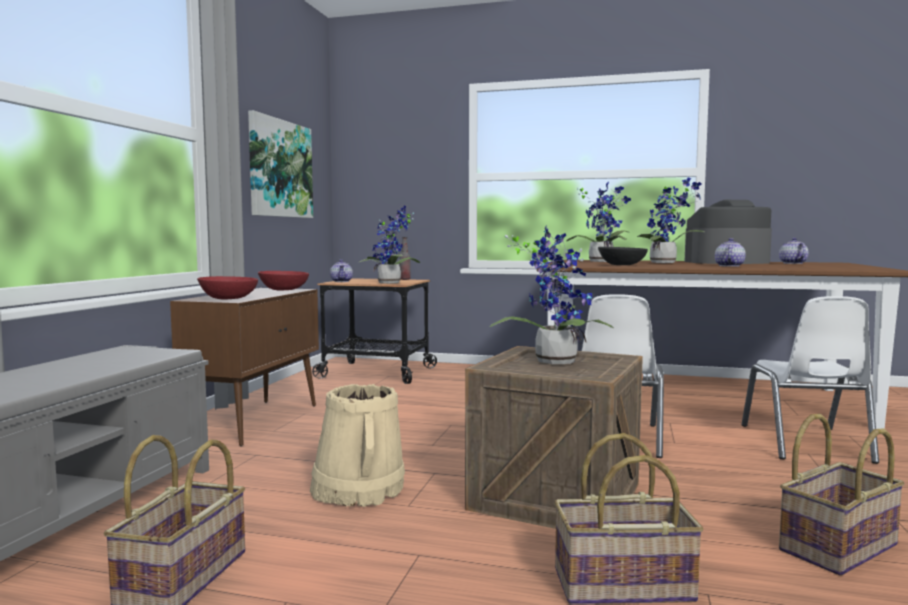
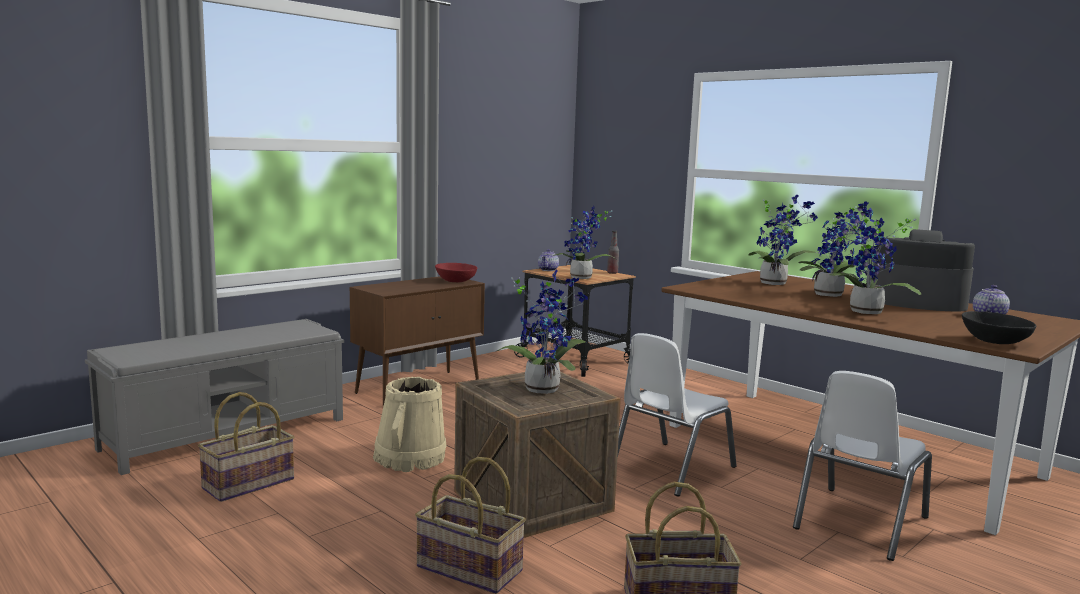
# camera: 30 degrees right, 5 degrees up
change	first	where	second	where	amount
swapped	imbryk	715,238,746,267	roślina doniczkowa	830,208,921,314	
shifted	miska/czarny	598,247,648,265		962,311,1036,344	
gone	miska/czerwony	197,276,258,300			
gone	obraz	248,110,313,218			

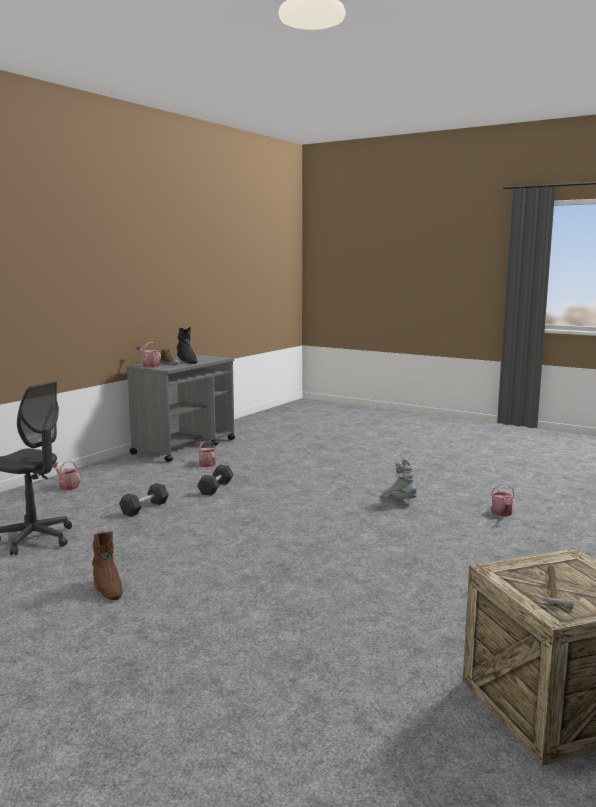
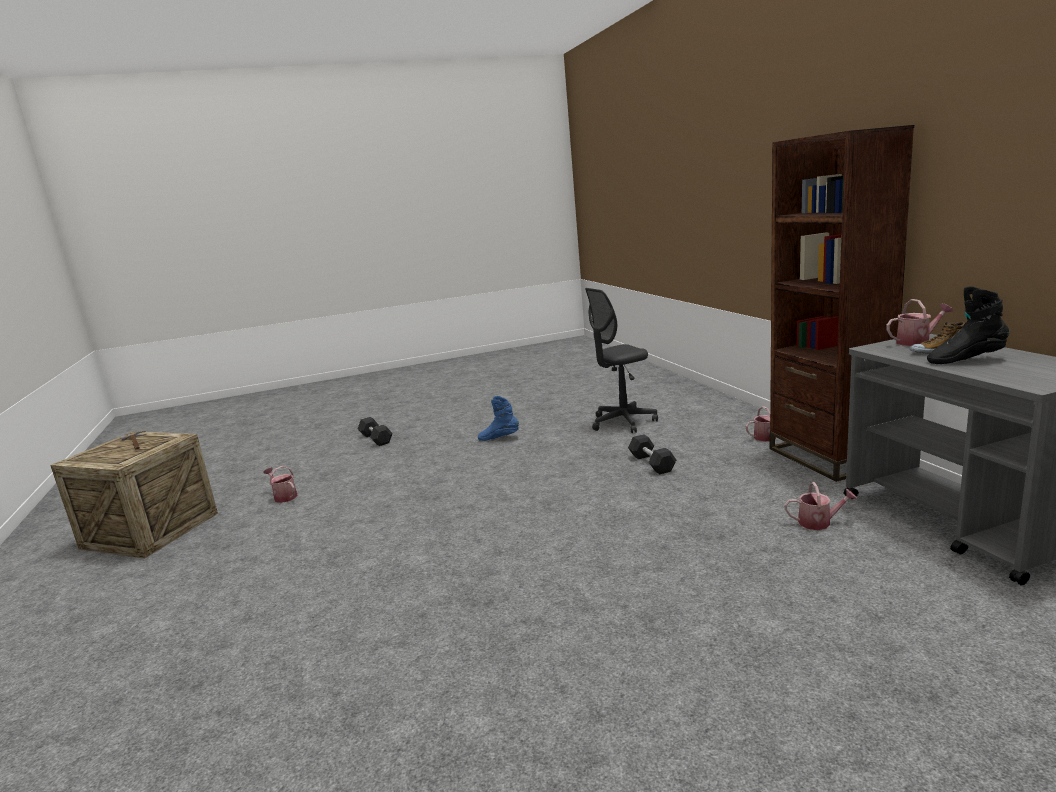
# camera: 130 degrees right, 5 degrees up
change	first	where	second	where	amount
shifted	konewka	491,484,515,516		263,466,298,503	
shifted	hantel/szary	197,465,234,496		358,417,393,446	
repainted	but z cholewką/brązowy	92,531,122,600	but z cholewką/niebieski	478,396,519,441	
new			regał/brązowy	770,125,914,482	
gone	but z cholewką/szary	382,459,417,499			

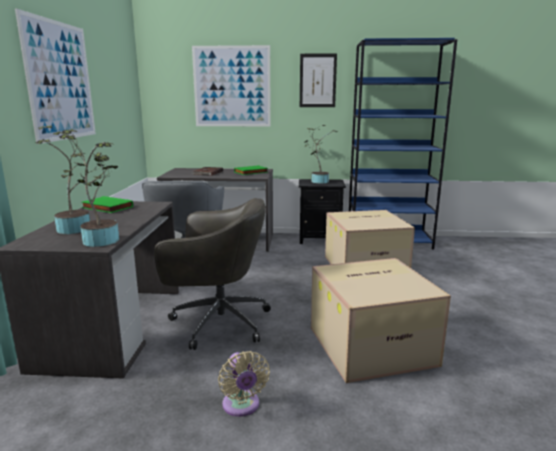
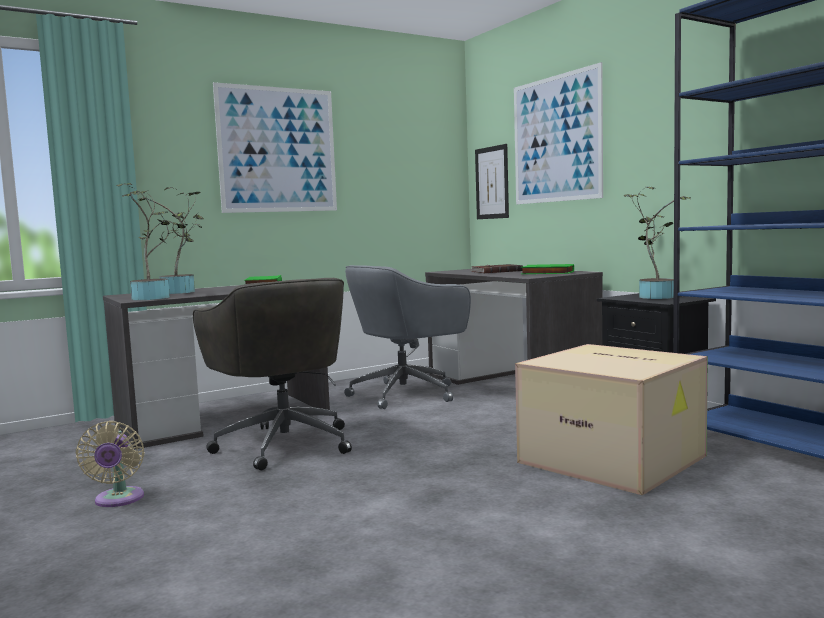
# camera: 55 degrees right, 10 degrees down
change	first	where	second	where	amount
rotated	wentylator/beżowy	218,351,270,417		75,421,144,507	45 degrees counterclockwise
shifted	obraz	300,53,337,107		475,144,509,219	
gone	karton	311,258,451,383			

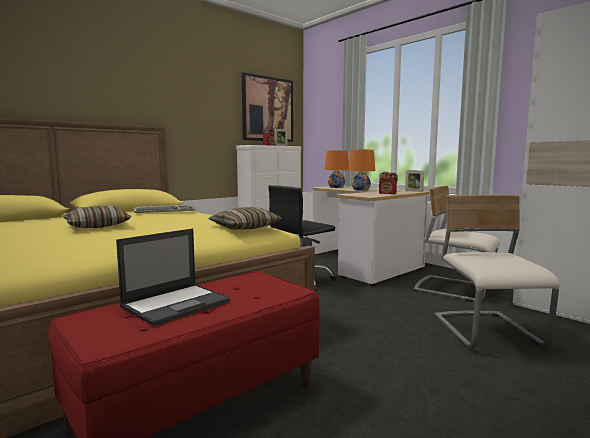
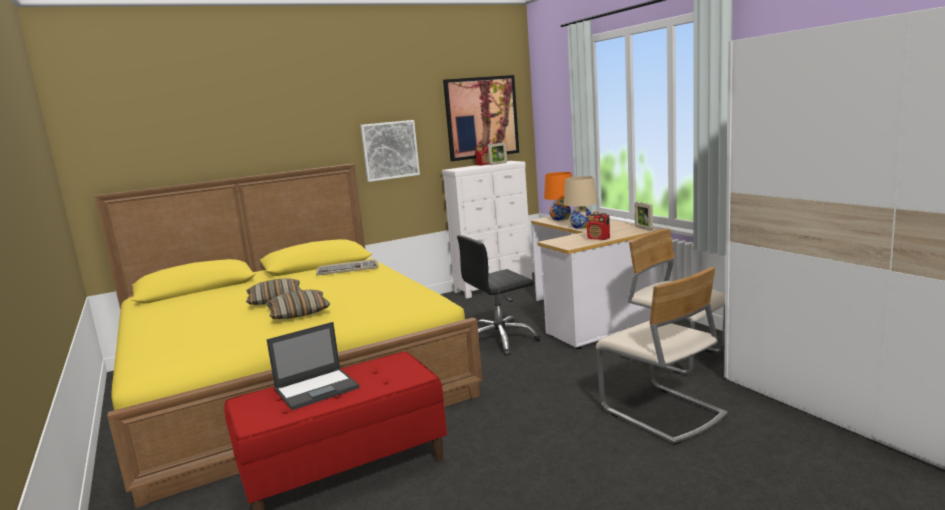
# camera: 15 degrees right, 5 degrees up
change	first	where	second	where	amount
shifted	poduszka	208,207,282,230		265,290,330,319	
new			obraz	360,120,420,182	
repainted	lampa stołowa/pomarańczowy	348,150,375,191	lampa stołowa/beżowy	564,176,598,229	
rotated	krzesło/beżowy	434,195,560,348		596,267,728,445	135 degrees clockwise

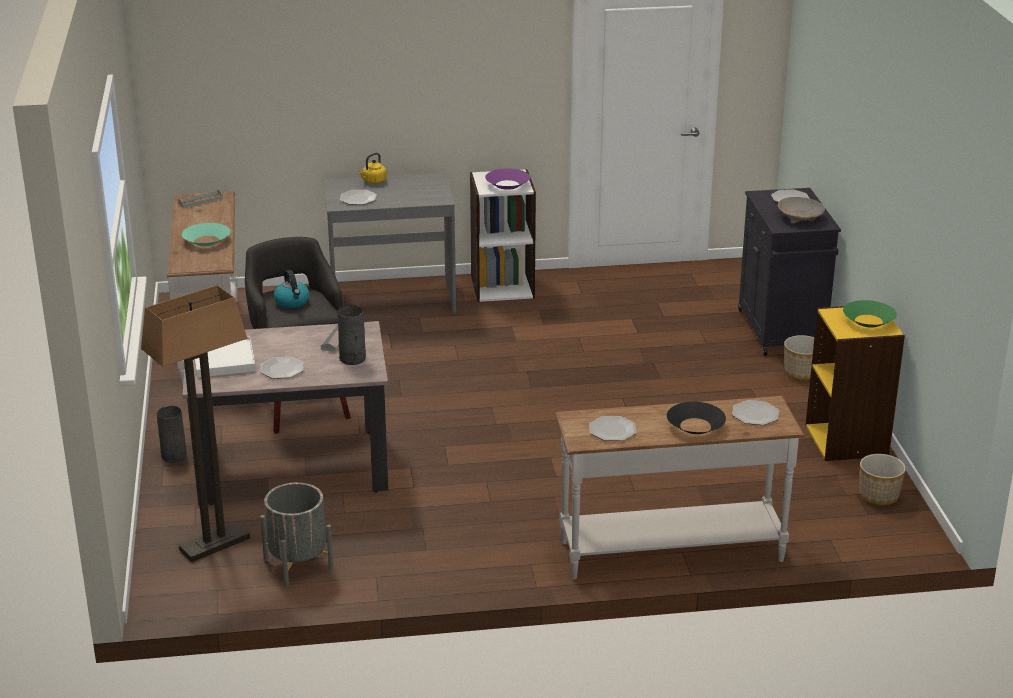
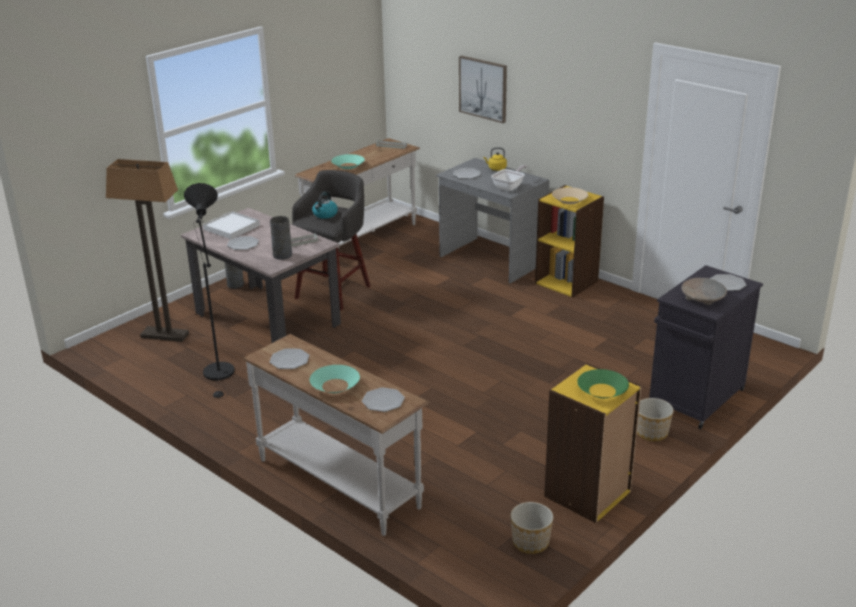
# camera: 50 degrees right, 0 degrees up
change	first	where	second	where	amount
new			lampa stojąca/czarny	184,183,235,399	
repainted	miska/czarny	667,402,726,434	miska/turkusowy	310,365,360,393	
new			obraz	459,56,507,123	
new			patelnia	491,165,527,191	
repainted	regał/biały	470,169,536,302	regał/żółty	535,185,604,297	
repainted	miska/fioletowy	485,168,530,190	miska/beżowy	552,187,588,204	
gone	donica/szary	260,482,334,586			

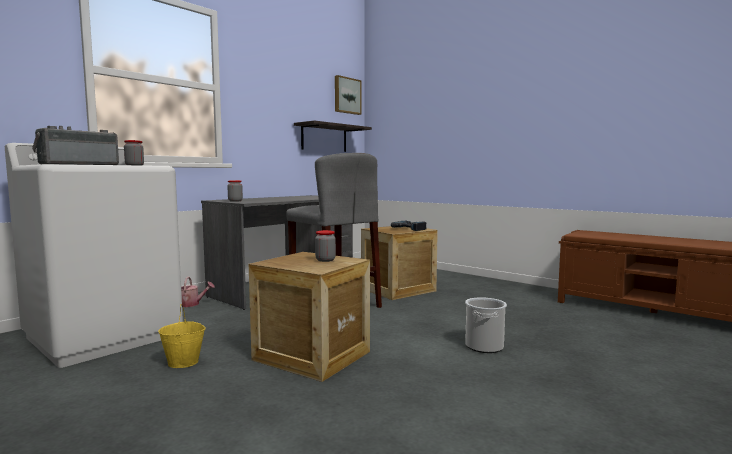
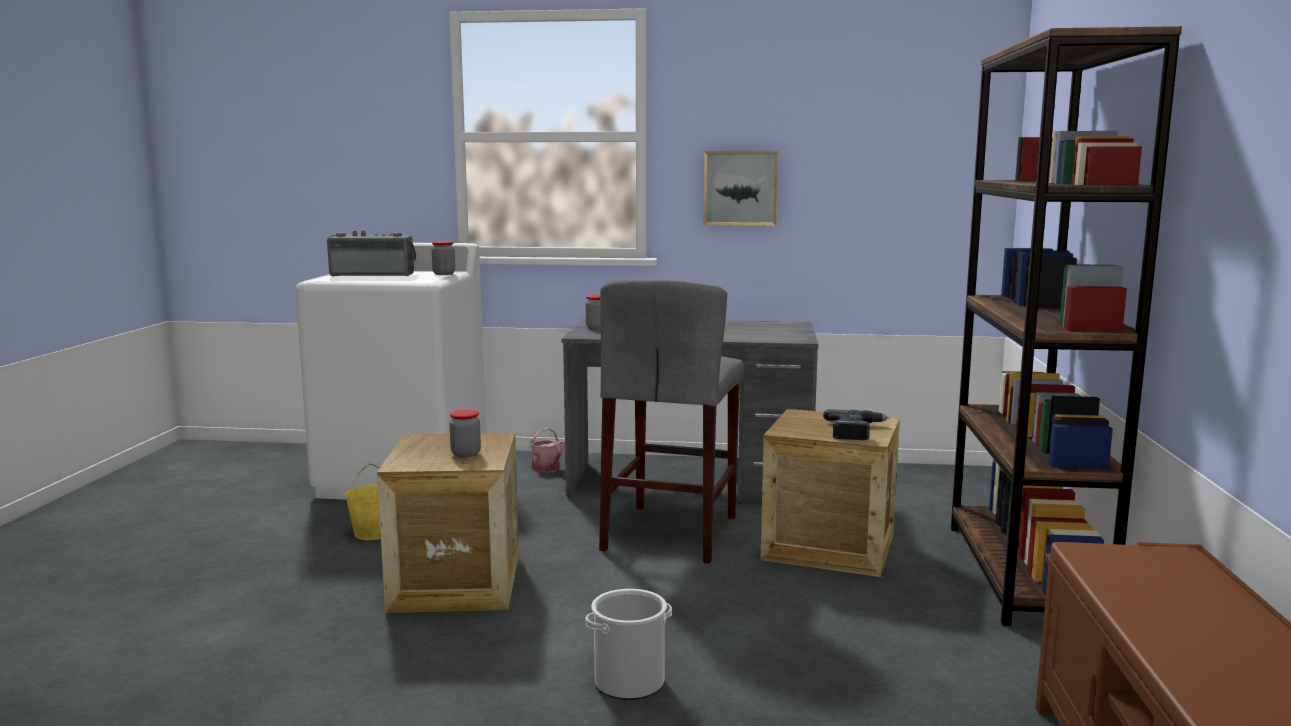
# camera: 55 degrees right, 5 degrees up
change	first	where	second	where	amount
shifted	obraz	335,75,361,115		703,151,778,226	
new			regał/brązowy	951,26,1182,626	
gone	półka	294,121,372,152			

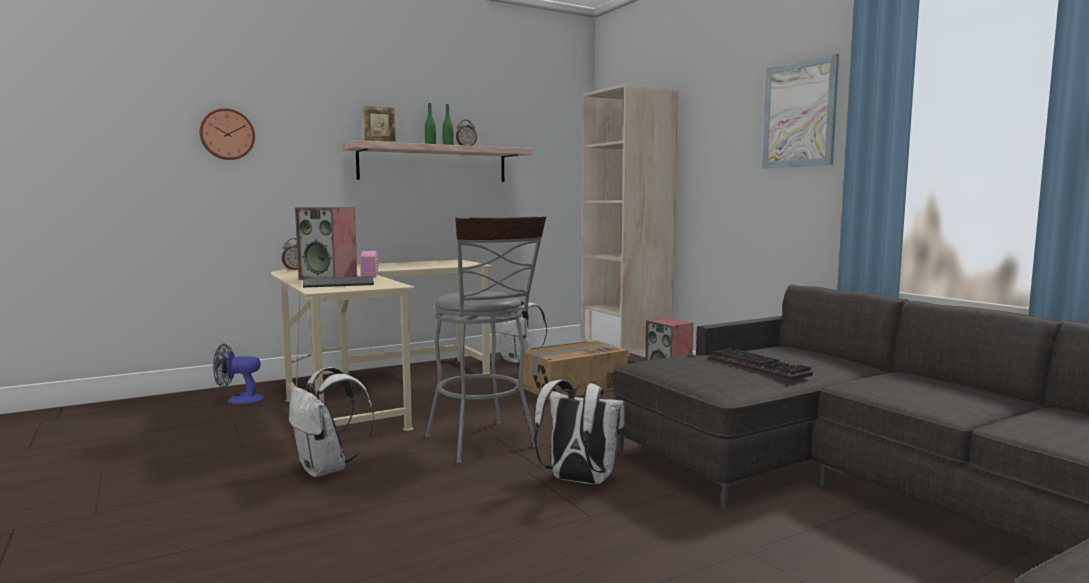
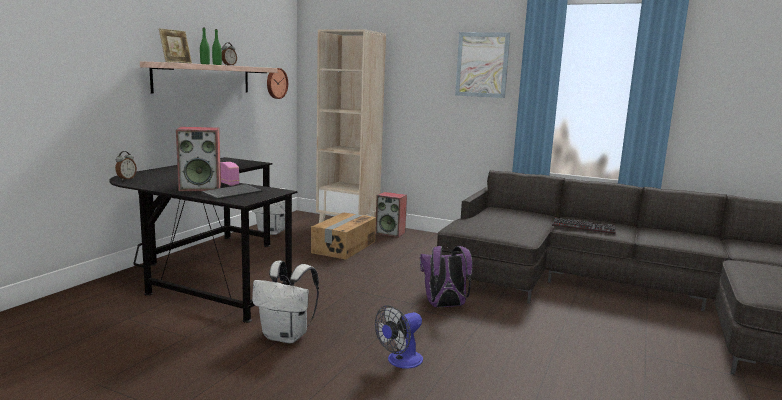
# camera: 35 degrees left, 5 degrees up
change	first	where	second	where	amount
repainted	biurko/beżowy	271,260,493,431	biurko/czarny	109,157,297,323	
shifted	zegar ścienny	199,108,255,160		267,68,288,99	
shifted	wentylator	213,344,264,404		375,305,423,369	
repainted	plecak/biały	534,380,625,484	plecak/fioletowy	420,246,473,307	
shifted	klawiatura	709,348,813,380		552,218,616,234	
gone	stołek/szary	425,216,546,464			

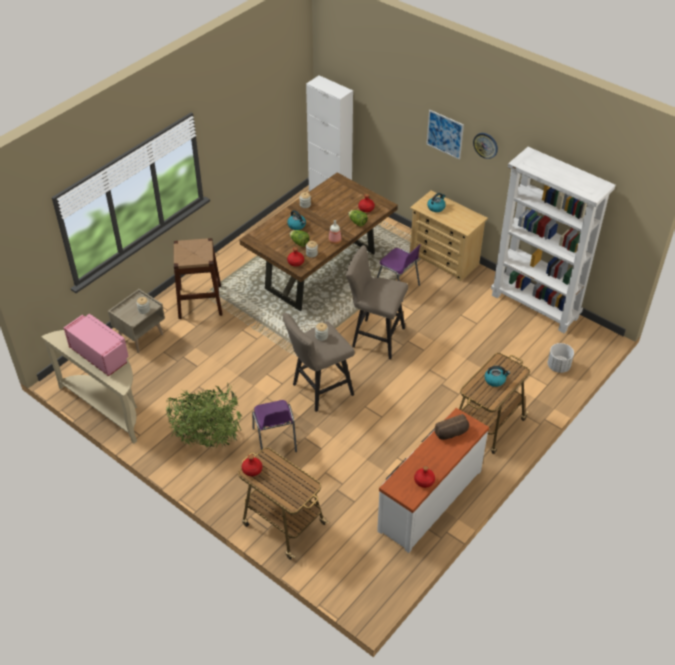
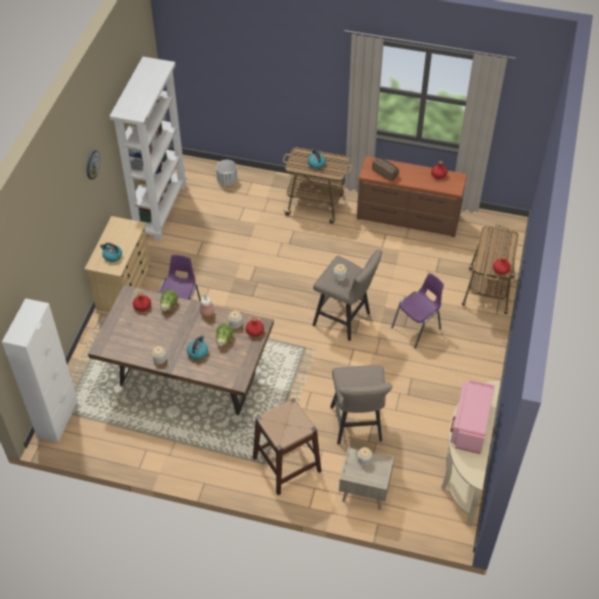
# camera: 115 degrees left, 5 degrees up
change	first	where	second	where	amount
shifted	stołek/beżowy	346,245,408,360		330,365,393,444	
repainted	komoda/biały	377,408,489,553	komoda/brązowy	357,156,467,237	
gone	roślina doniczkowa	166,382,242,449			
gone	obraz	426,110,464,160			

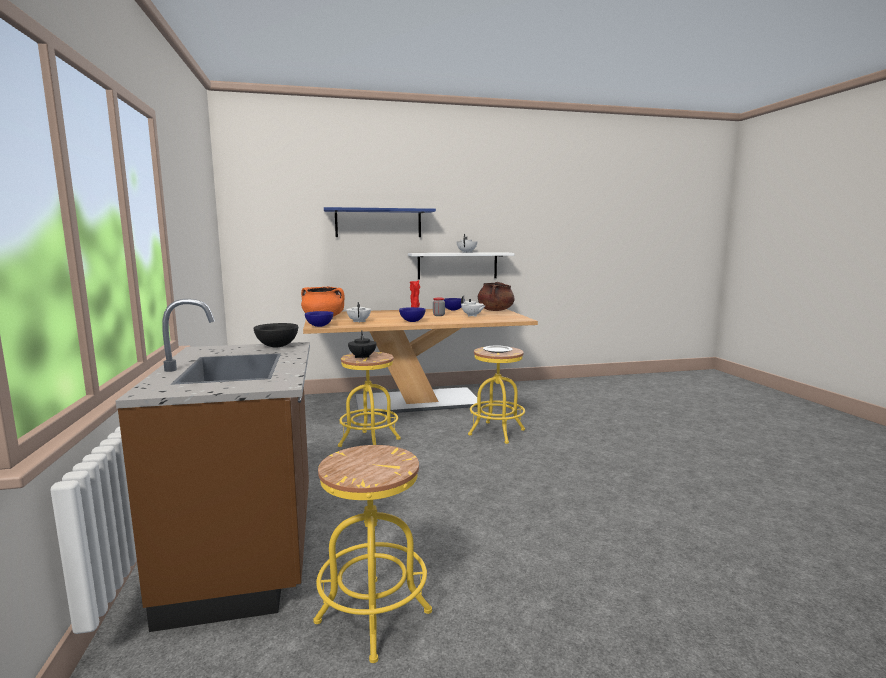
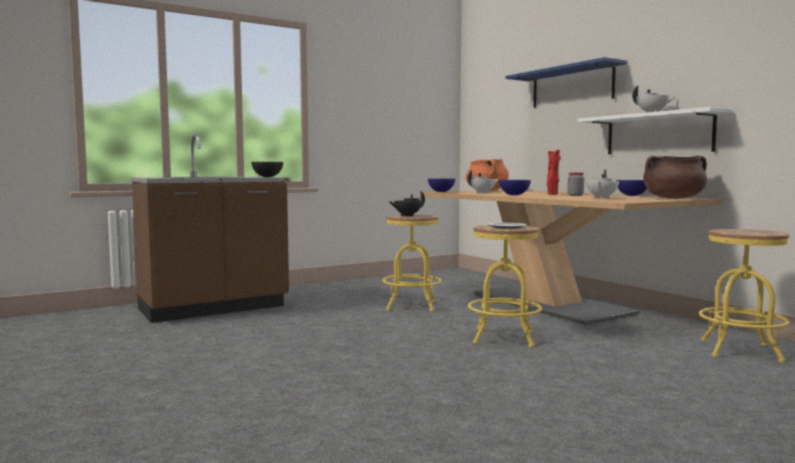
# camera: 70 degrees right, 5 degrees down
change	first	where	second	where	amount
shifted	stołek/żółty	313,445,432,663		699,229,790,363	

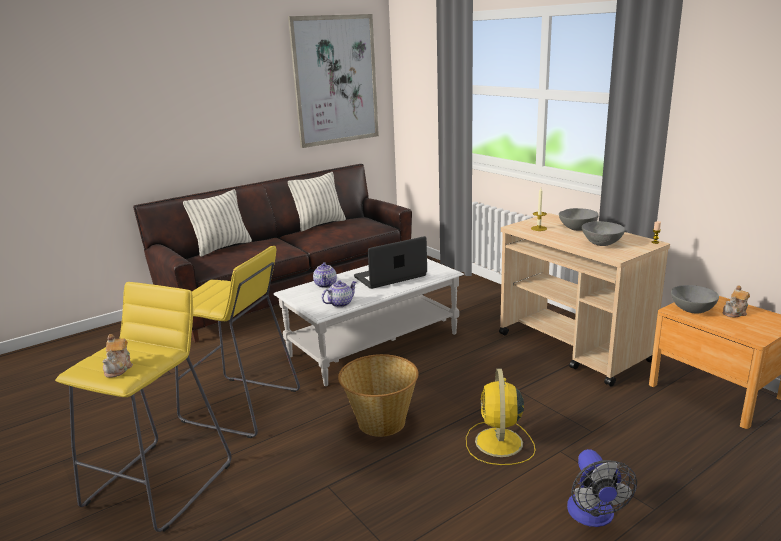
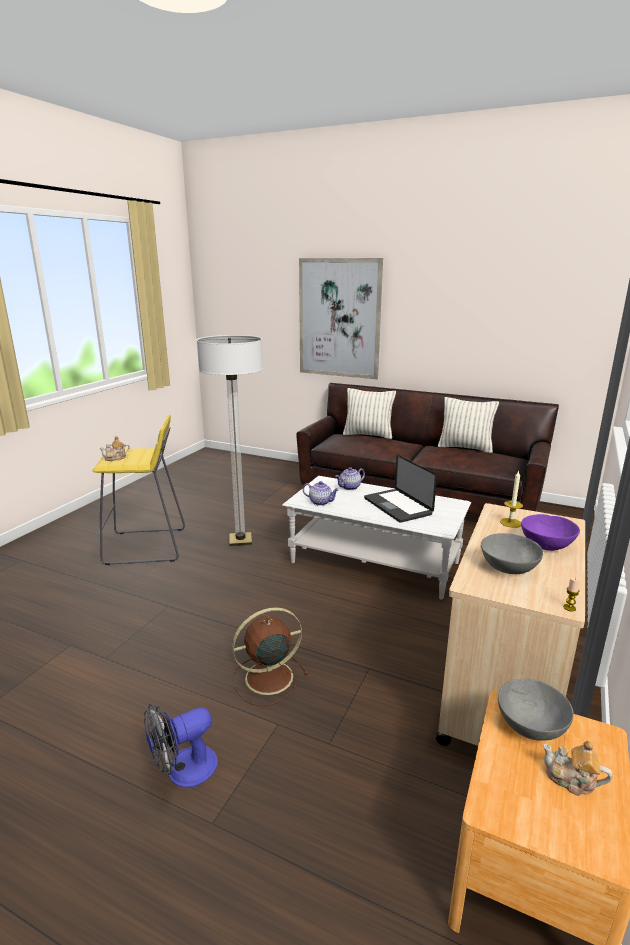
# camera: 60 degrees right, 0 degrees up
change	first	where	second	where	amount
swapped	stołek/żółty	175,246,300,438	lampa stojąca	197,335,263,546	
repainted	wentylator/żółty	466,369,535,465	wentylator/brązowy	232,607,308,706	
shifted	obraz	288,14,379,148		299,258,383,379	
rotated	laptop	354,236,427,289		364,454,437,523	150 degrees counterclockwise
repainted	miska/szary	559,208,599,231	miska/fioletowy	521,514,580,551	
gone	koszyk	338,354,419,437			

